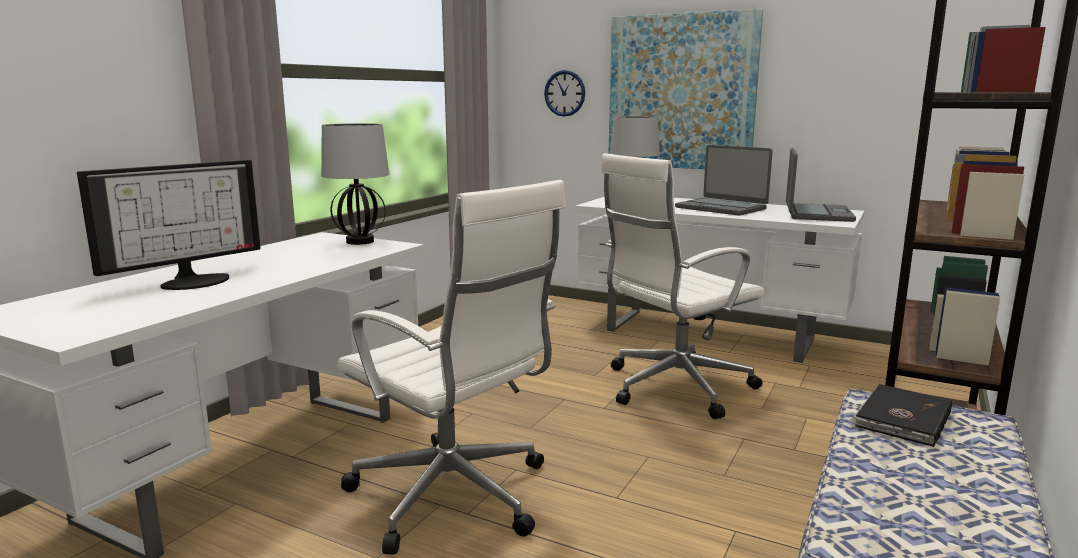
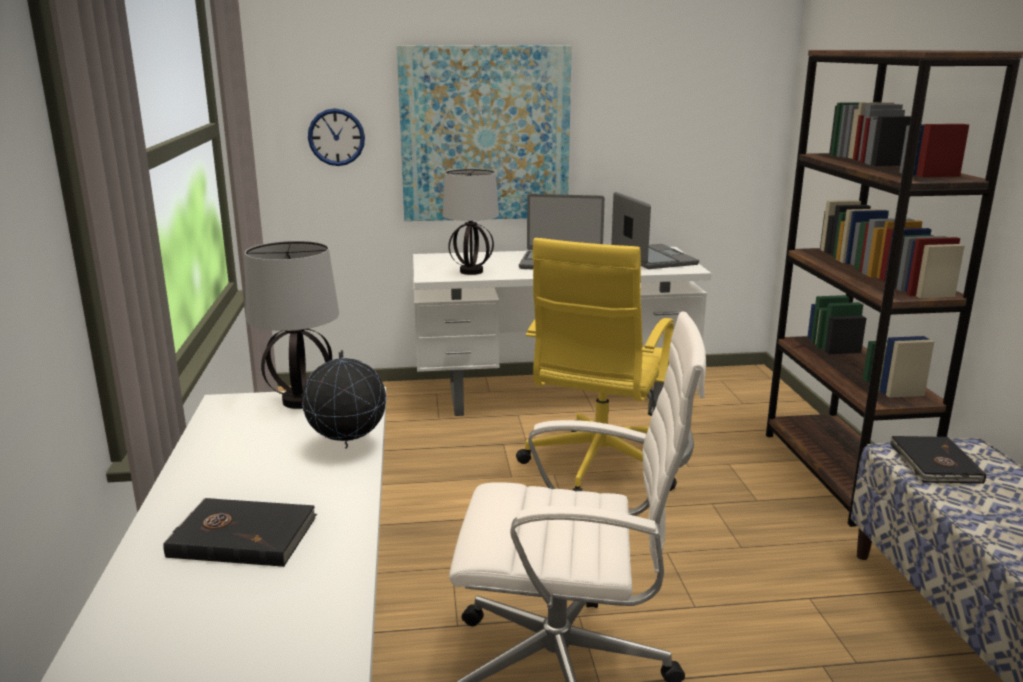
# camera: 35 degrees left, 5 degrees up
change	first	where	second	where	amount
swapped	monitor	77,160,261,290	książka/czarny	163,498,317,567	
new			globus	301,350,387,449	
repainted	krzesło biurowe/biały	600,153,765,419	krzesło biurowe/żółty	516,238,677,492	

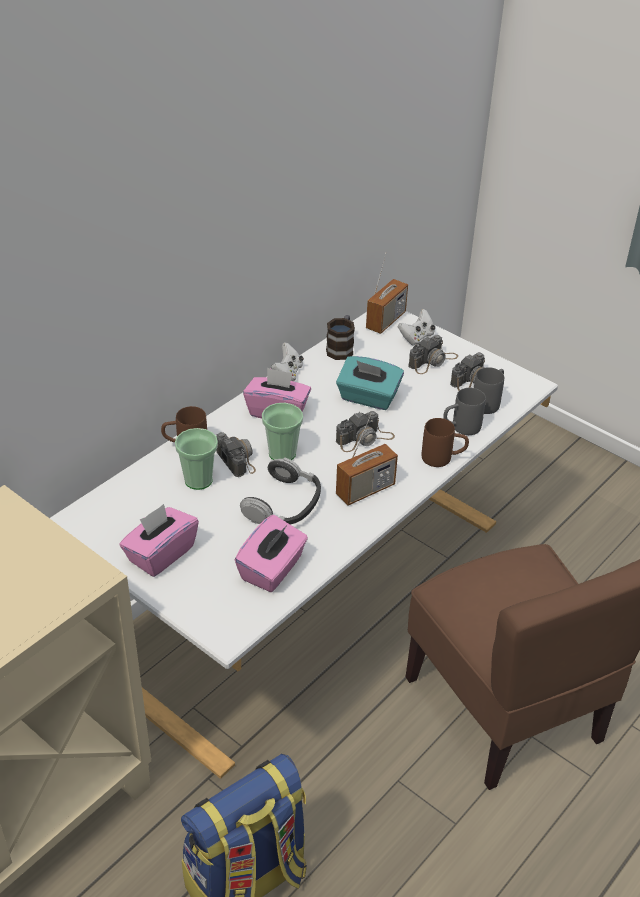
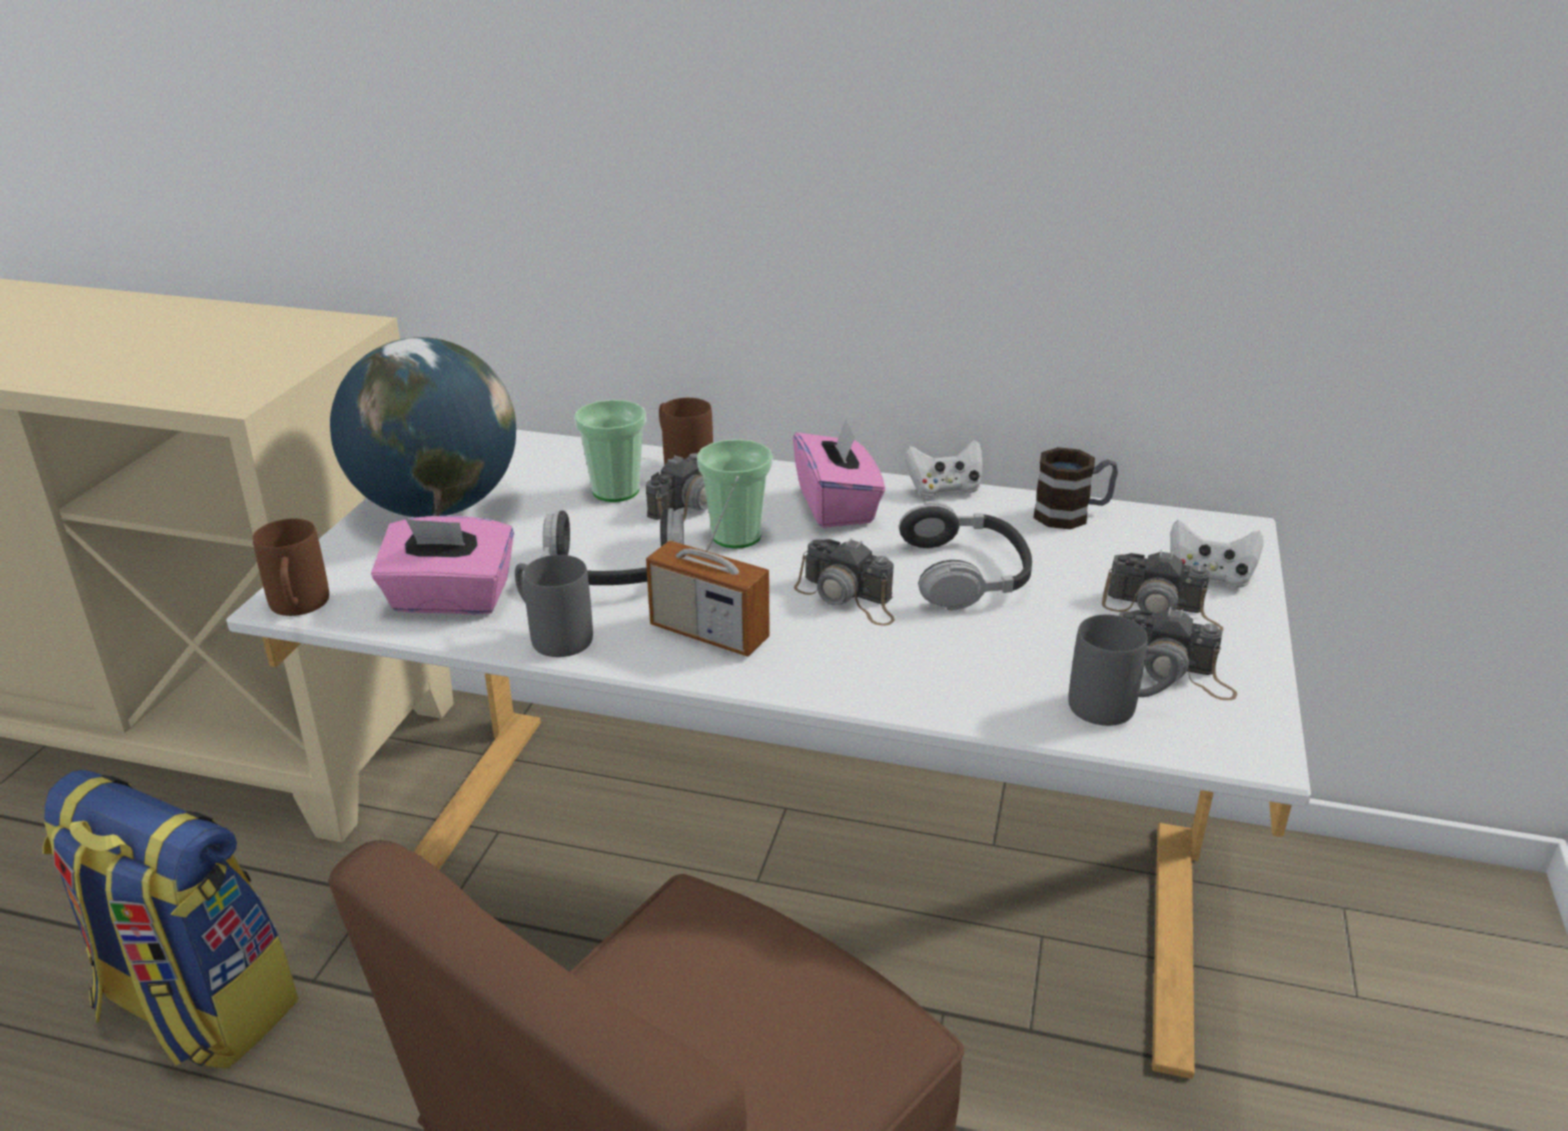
# camera: 65 degrees right, 10 degrees down
change	first	where	second	where	amount
shifted	kubek/brązowy	422,418,469,467		253,519,329,616	
swapped	pudełko chusteczek/różowy	119,504,199,577	globus	330,337,516,517	
shifted	kubek/szary	443,388,486,435		515,555,593,657	
swapped	pudełko chusteczek/turkusowy	336,356,404,410	słuchawki	899,501,1032,610	
gone	radio	366,252,408,334			

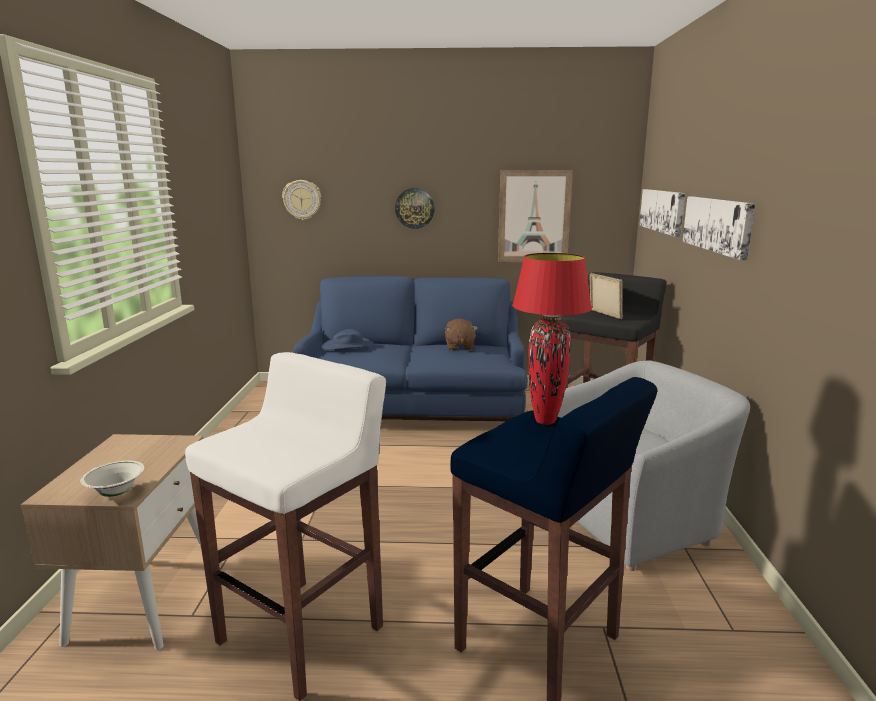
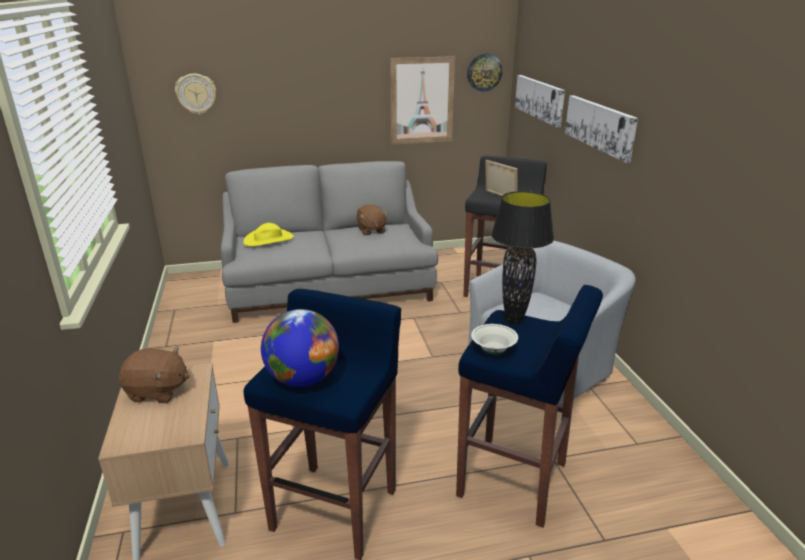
# camera: 15 degrees left, 10 degrees up
change	first	where	second	where	amount
new			pluszak/brązowy	119,347,189,403	
repainted	kanapa/niebieski	293,276,528,421	kanapa/szary	221,161,438,323	
repainted	kapelusz/niebieski	321,329,375,350	kapelusz/żółty	243,223,294,246	
repainted	stołek/biały	185,352,386,701	stołek/niebieski	244,289,401,560	
new			globus	261,309,339,387	
shifted	zegar ścienny	395,188,435,229		467,53,503,92	
shifted	miska/biały	80,460,145,497		471,324,518,354	
repainted	lampa stołowa/czerwony	512,253,592,425	lampa stołowa/czarny	491,191,554,324	

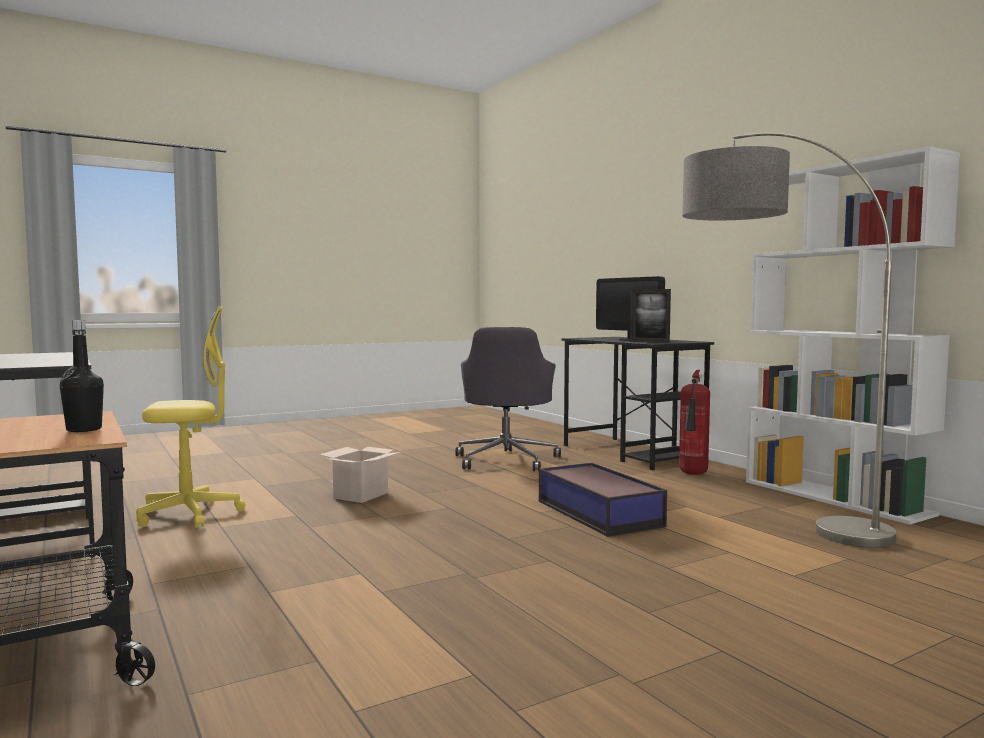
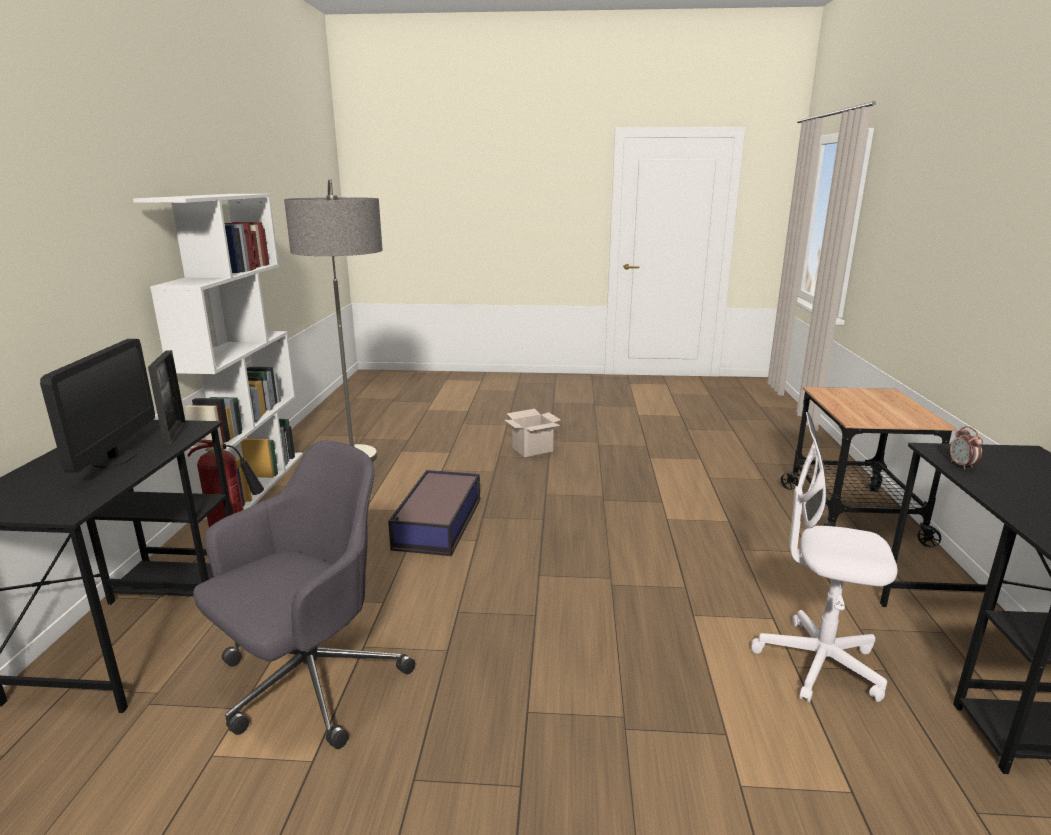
# camera: 145 degrees left, 15 degrees up
change	first	where	second	where	amount
shifted	karton	319,447,401,503		505,409,561,457	
repainted	krzesło biurowe/żółty	136,306,245,528	krzesło biurowe/biały	751,412,897,703	
new			budzik	950,426,983,469	
gone	butelka/czarny	60,320,104,432			

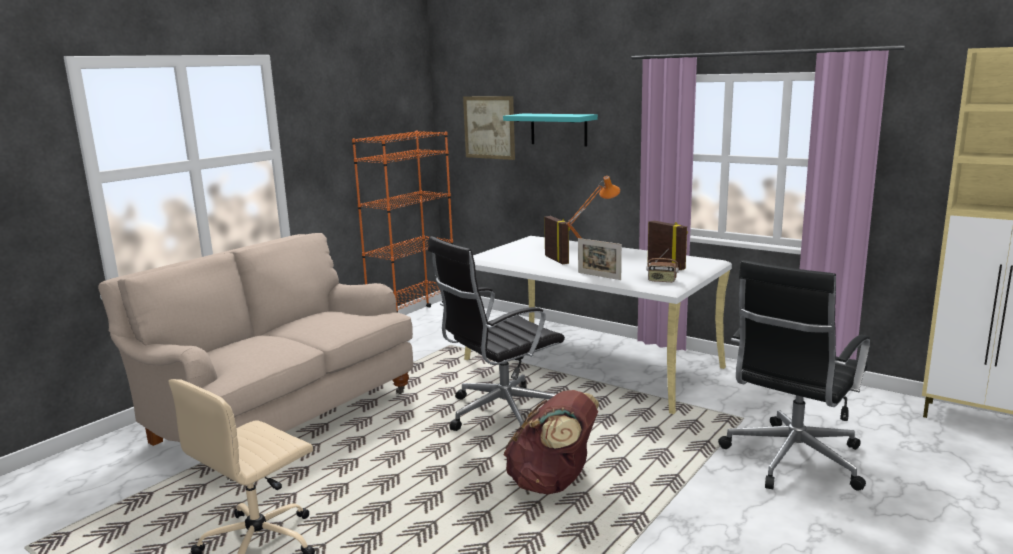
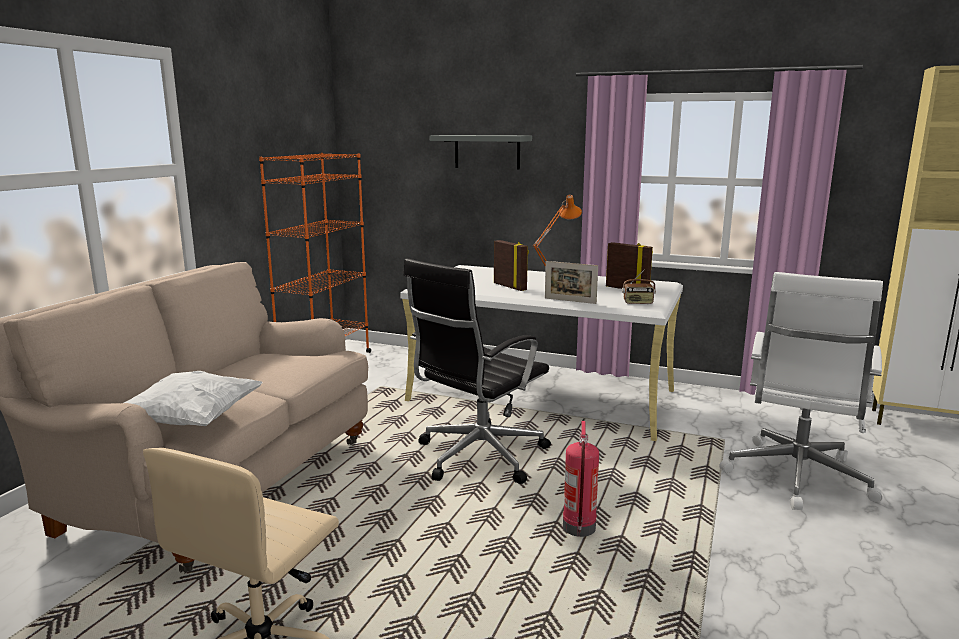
# camera: 15 degrees left, 0 degrees up
change	first	where	second	where	amount
new			poduszka/biały	124,371,263,426	
repainted	półka/turkusowy	503,114,598,146	półka/szary	430,135,532,169	
swapped	plecak/brązowy	503,390,599,495	gaśnica	563,421,599,537	
repainted	krzesło biurowe/czarny	718,260,870,491	krzesło biurowe/biały	719,272,883,510	
gone	obraz	463,96,515,160			

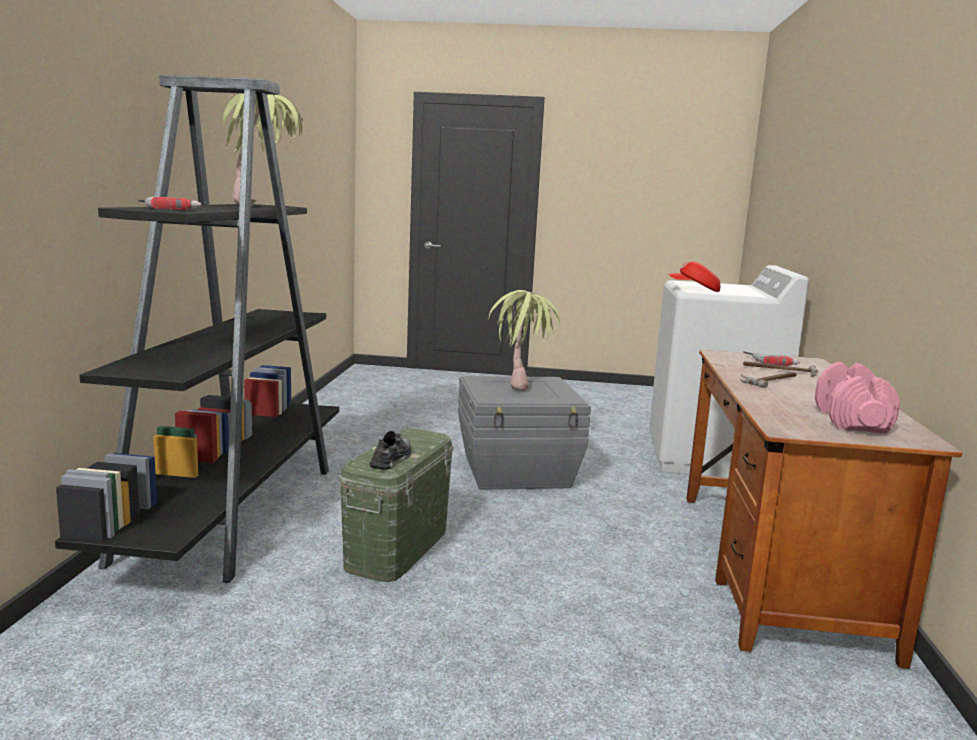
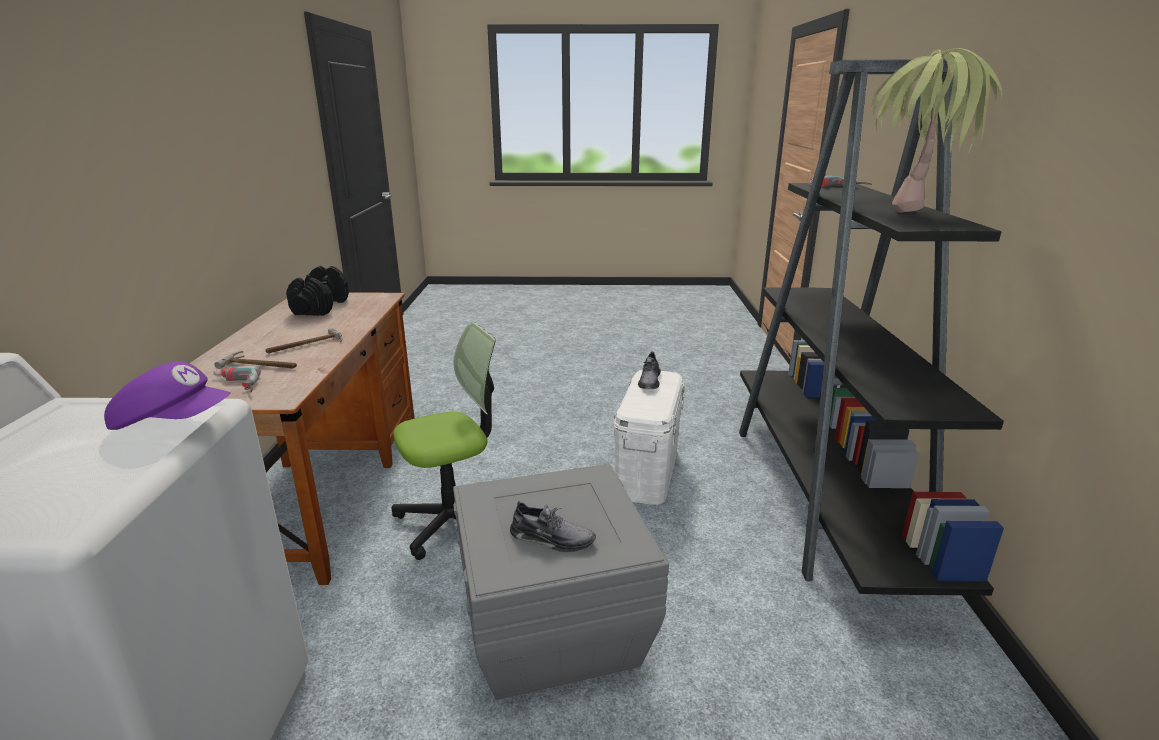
# camera: 175 degrees right, 10 degrees up
change	first	where	second	where	amount
repainted	czapka z daszkiem/czerwony	668,261,720,292	czapka z daszkiem/fioletowy	104,362,231,430	
repainted	hantel/różowy	815,362,900,434	hantel/czarny	286,266,349,316	
new			krzesło biurowe	392,322,495,560	
swapped	roślina doniczkowa	488,290,560,391	but/szary	510,501,596,552	
repainted	pojemnik do przechowywania/zielony	339,428,453,582	pojemnik do przechowywania/biały	613,370,685,505	

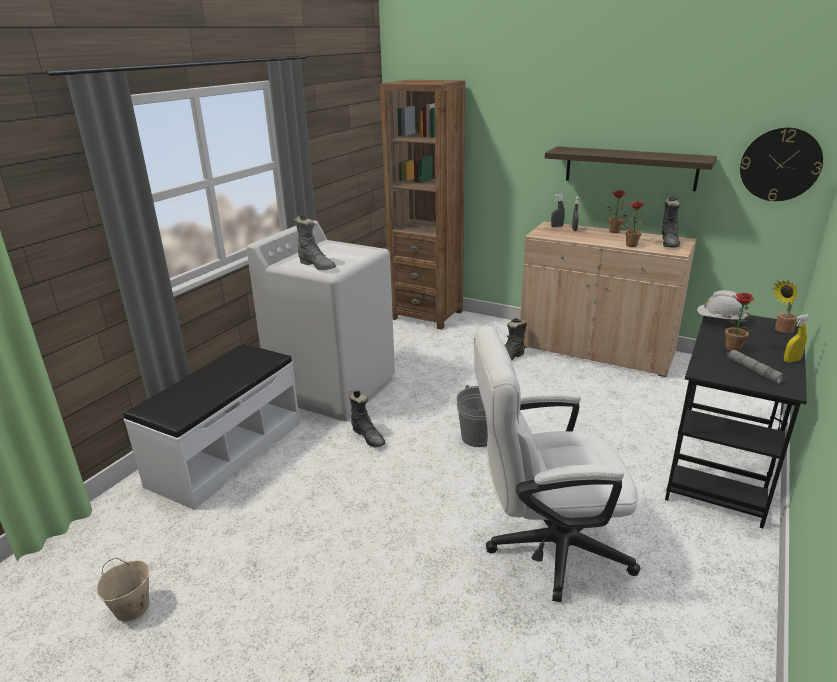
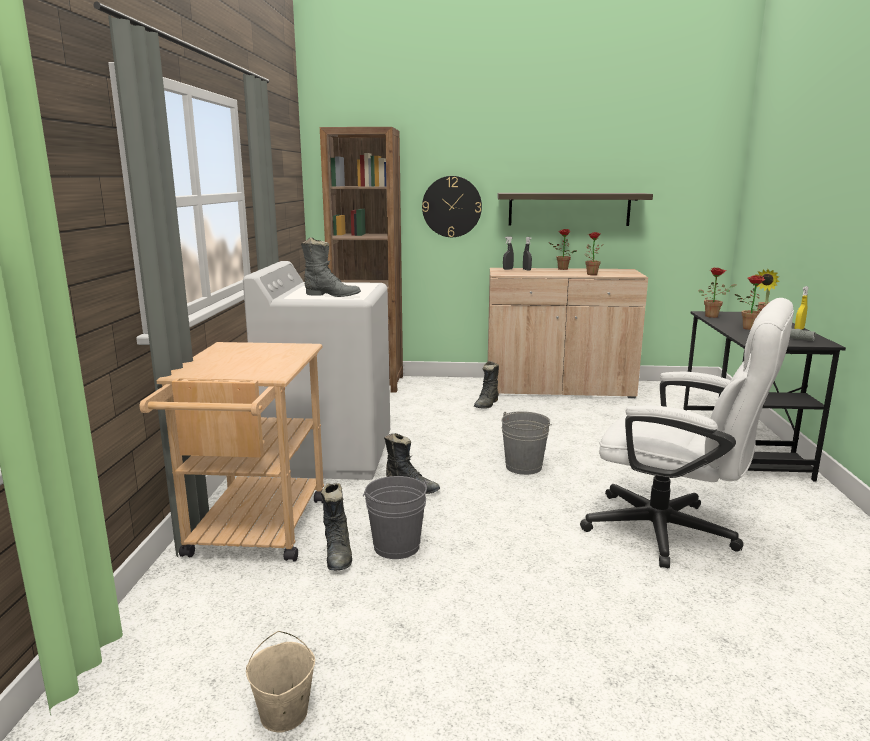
# camera: 25 degrees left, 10 degrees down
change	first	where	second	where	amount
swapped	ławka/biały	123,344,300,510	wózek/beżowy	140,342,324,562	
shifted	but z cholewką/czarny	662,197,680,248		321,483,352,570	
new			wiadro/szary	363,476,430,559	
shifted	zegar ścienny	740,128,823,201		422,176,482,237	
rotated	krzesło biurowe/biały	474,326,640,602		580,298,794,569	120 degrees counterclockwise
swapped	kask/biały	697,290,748,323	roślina doniczkowa	699,267,737,318	

